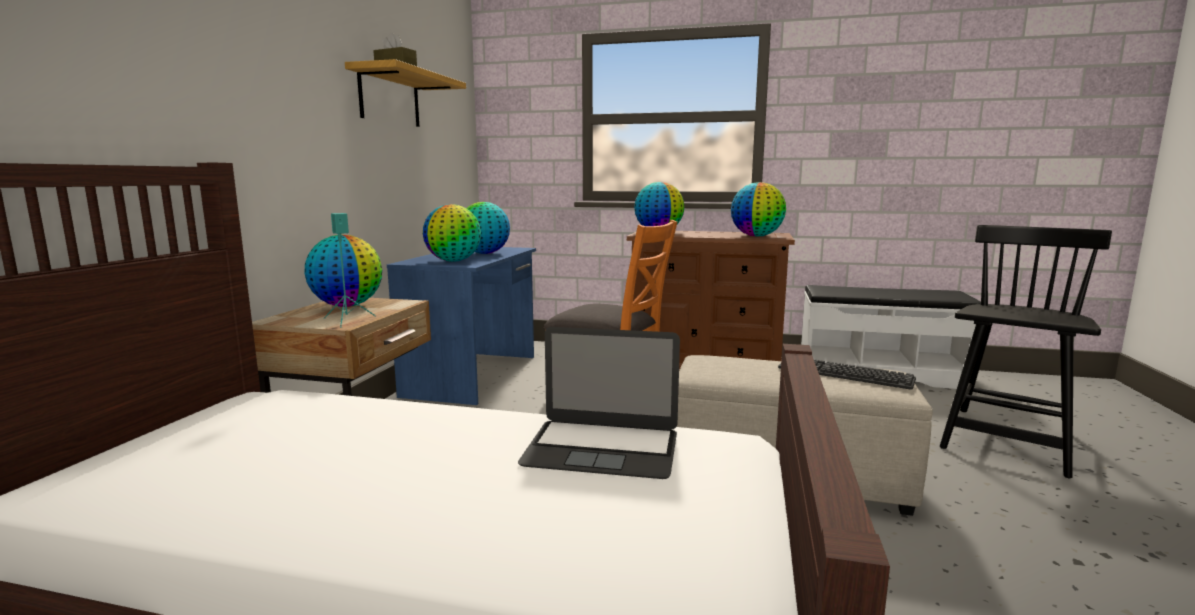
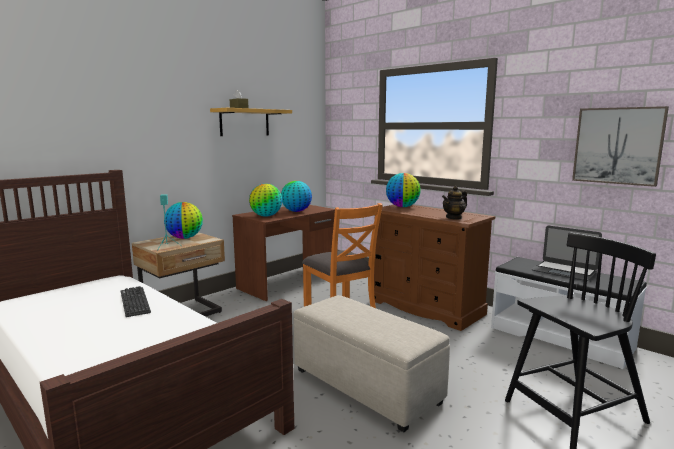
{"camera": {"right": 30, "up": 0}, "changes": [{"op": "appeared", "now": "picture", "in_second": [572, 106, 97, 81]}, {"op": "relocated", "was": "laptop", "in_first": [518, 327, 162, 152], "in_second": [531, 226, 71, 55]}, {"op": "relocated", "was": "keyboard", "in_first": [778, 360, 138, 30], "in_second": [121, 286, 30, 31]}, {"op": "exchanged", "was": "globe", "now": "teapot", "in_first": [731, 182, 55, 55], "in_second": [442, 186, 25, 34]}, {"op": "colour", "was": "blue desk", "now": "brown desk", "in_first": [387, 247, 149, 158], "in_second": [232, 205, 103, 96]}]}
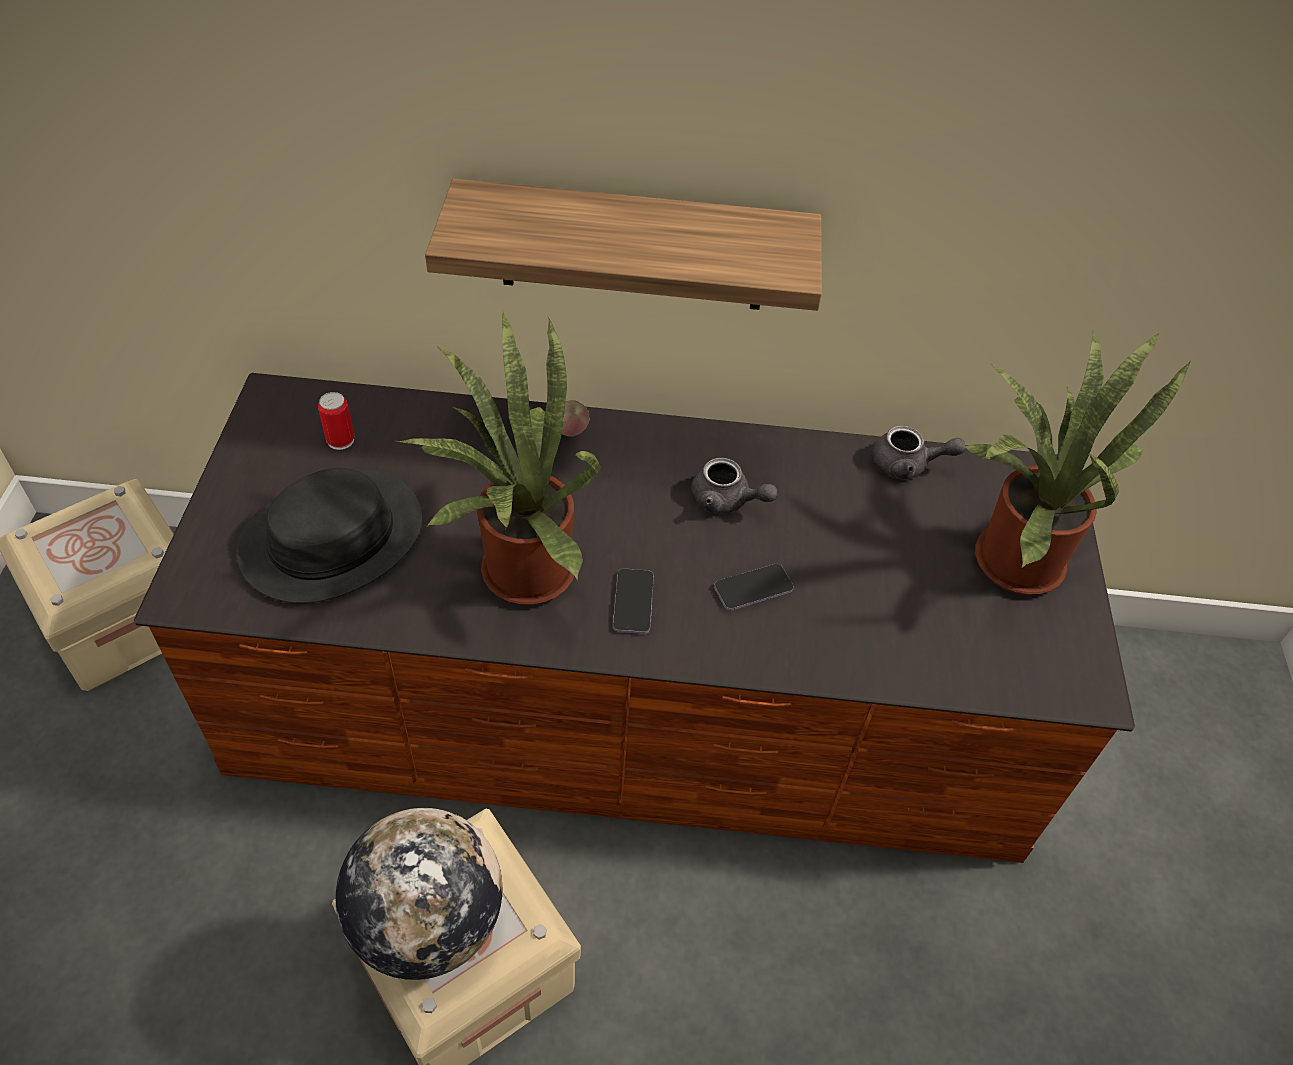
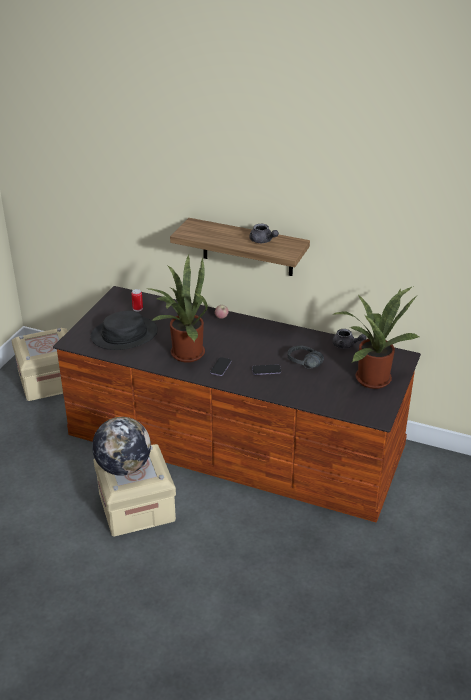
{"camera": {"right": 20, "up": -15}, "changes": [{"op": "appeared", "now": "black headphones", "in_second": [288, 345, 36, 24]}, {"op": "relocated", "was": "grey teapot", "in_first": [691, 458, 87, 55], "in_second": [249, 224, 30, 19]}]}
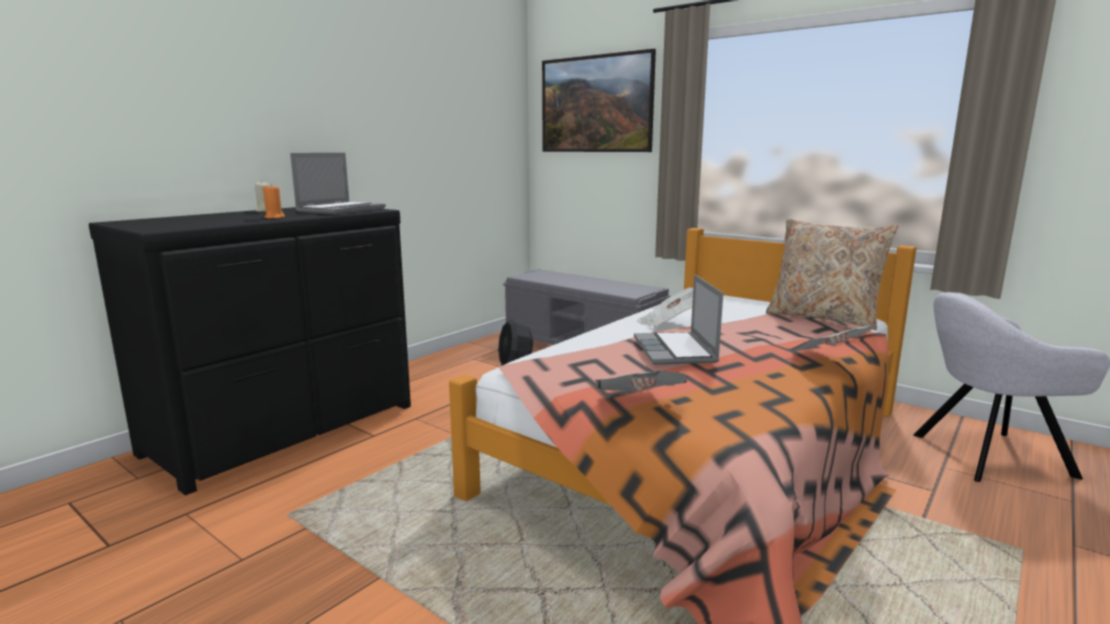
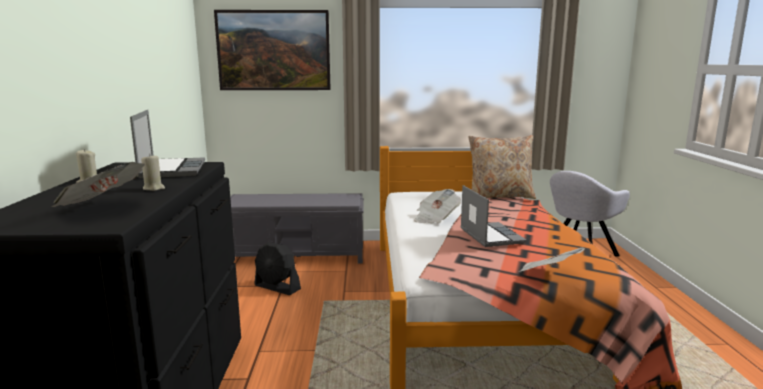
{"camera": {"right": -40, "up": 0}, "changes": [{"op": "relocated", "was": "newspaper", "in_first": [787, 325, 91, 26], "in_second": [51, 162, 94, 45]}, {"op": "colour", "was": "orange candle", "now": "beige candle", "in_first": [263, 185, 22, 34], "in_second": [141, 154, 24, 37]}, {"op": "spun", "was": "laptop", "in_first": [634, 274, 89, 91], "in_second": [460, 185, 67, 62], "clockwise": -150}]}
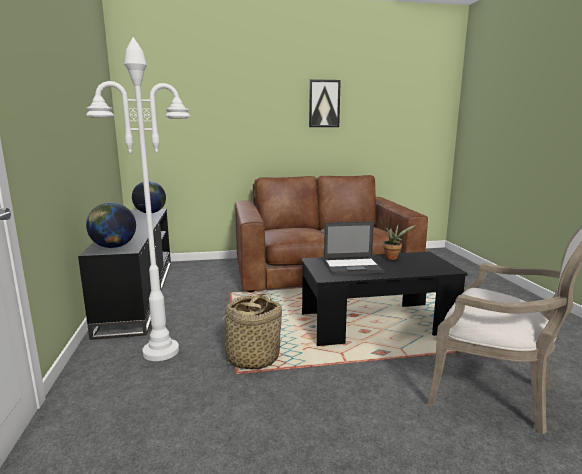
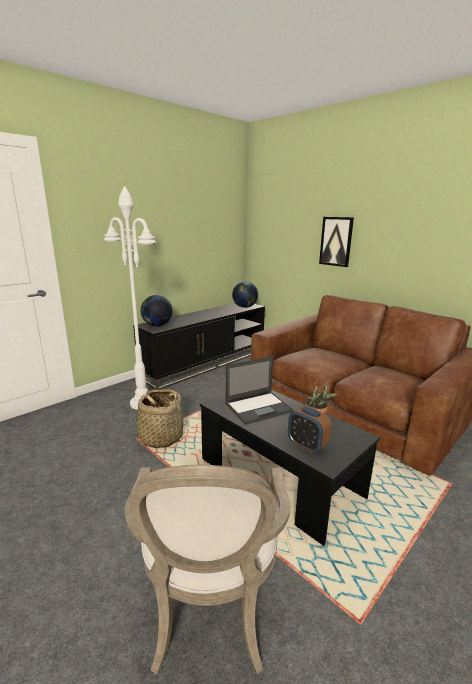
{"camera": {"right": 55, "up": 5}, "changes": [{"op": "appeared", "now": "alarm clock", "in_second": [288, 406, 43, 47]}, {"op": "relocated", "was": "picture", "in_first": [309, 79, 32, 48], "in_second": [319, 217, 35, 50]}, {"op": "spun", "was": "laptop", "in_first": [323, 221, 62, 54], "in_second": [225, 356, 68, 69], "clockwise": -75}]}
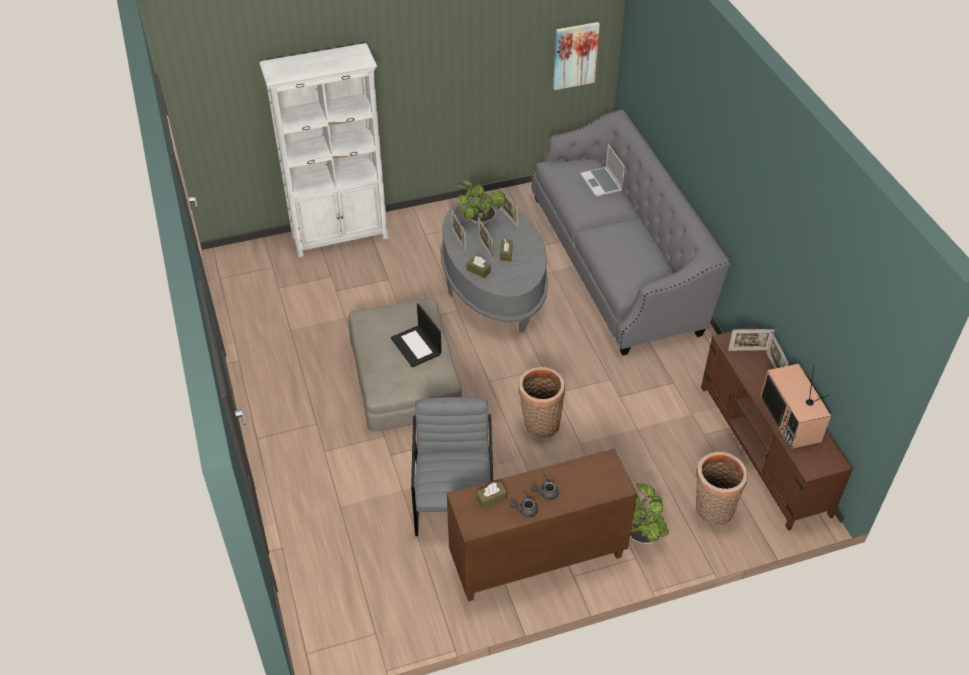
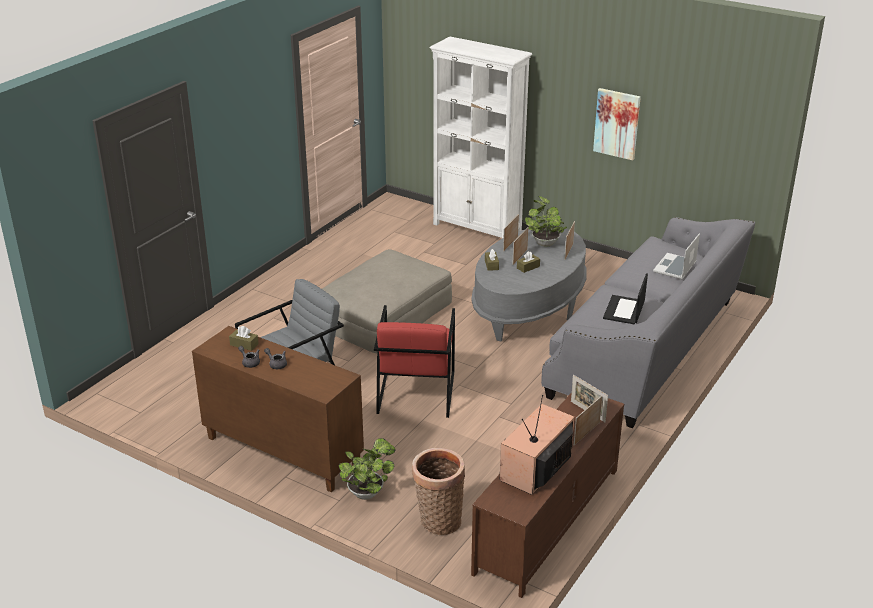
{"camera": {"right": 50, "up": -15}, "changes": [{"op": "relocated", "was": "laptop", "in_first": [391, 303, 51, 64], "in_second": [603, 273, 45, 51]}, {"op": "relocated", "was": "picture", "in_first": [553, 22, 47, 68], "in_second": [593, 88, 48, 72]}, {"op": "exchanged", "was": "basket", "now": "red armchair", "in_first": [519, 367, 46, 71], "in_second": [374, 305, 81, 113]}]}
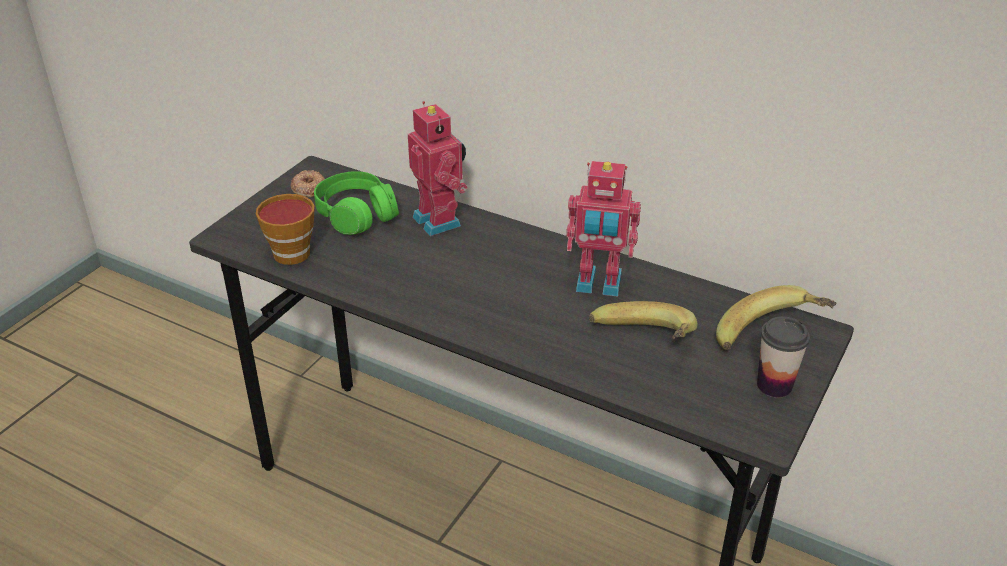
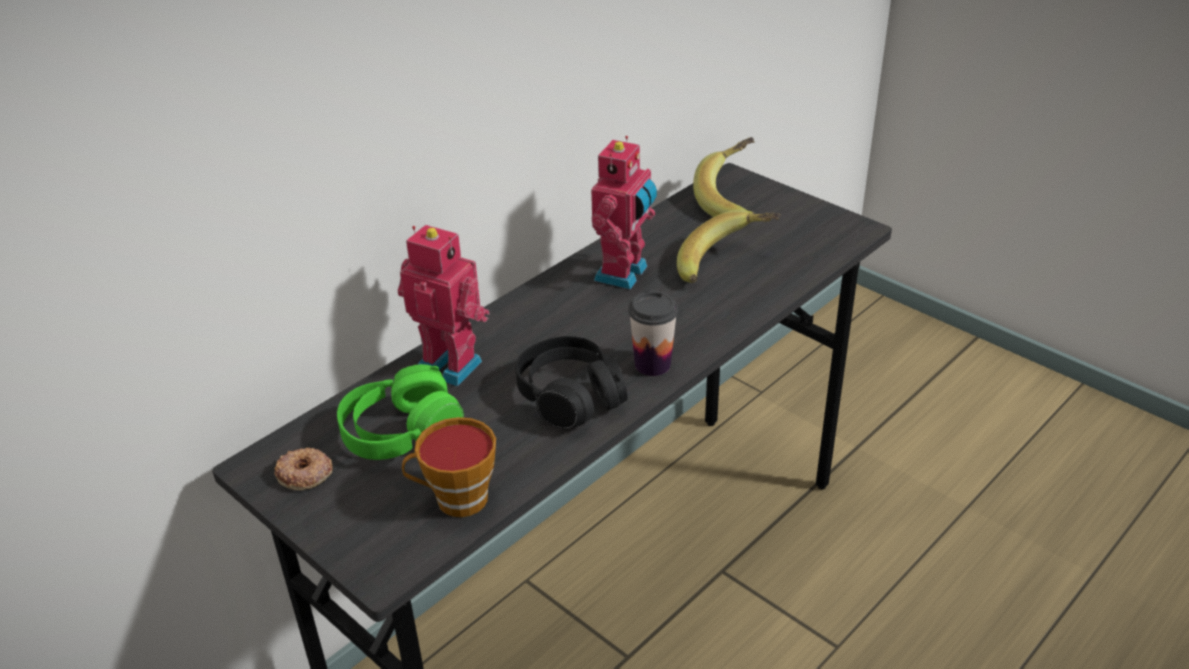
{"camera": {"right": -75, "up": 0}, "changes": [{"op": "appeared", "now": "black headphones", "in_second": [515, 336, 113, 93]}, {"op": "relocated", "was": "cup", "in_first": [757, 316, 53, 81], "in_second": [628, 291, 50, 85]}, {"op": "spun", "was": "toy robot", "in_first": [408, 101, 60, 135], "in_second": [397, 225, 92, 162], "clockwise": 45}]}
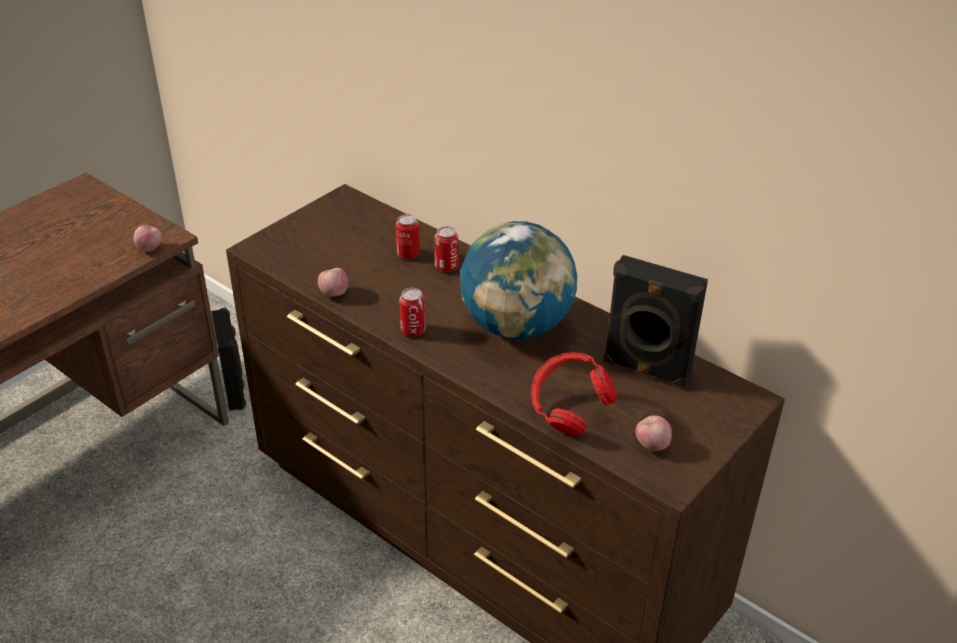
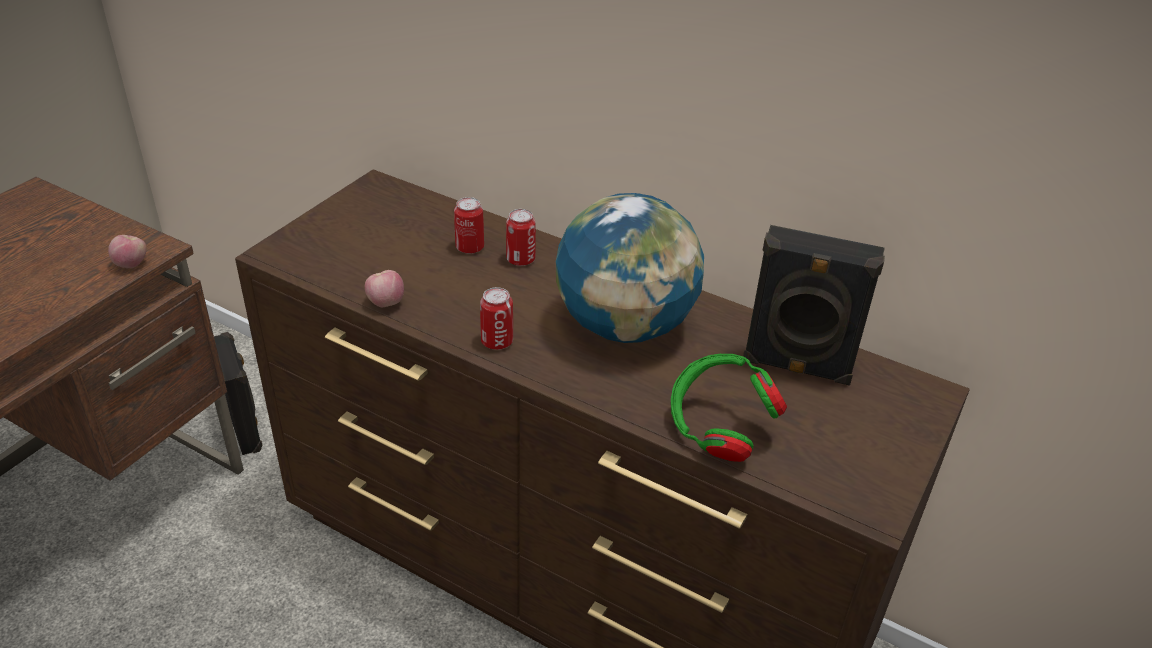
{"camera": {"right": -10, "up": 0}, "changes": [{"op": "missing", "was": "apple", "in_first": [636, 415, 36, 36]}, {"op": "colour", "was": "red headphones", "now": "green headphones", "in_first": [531, 352, 86, 84], "in_second": [671, 354, 116, 108]}]}
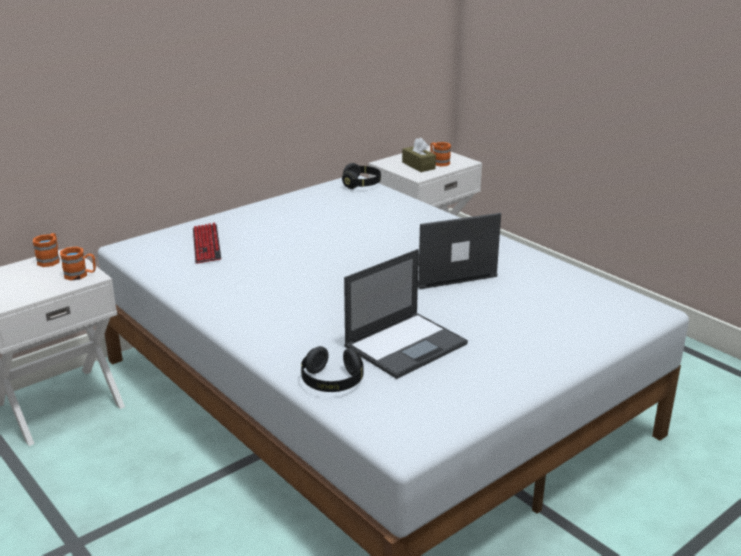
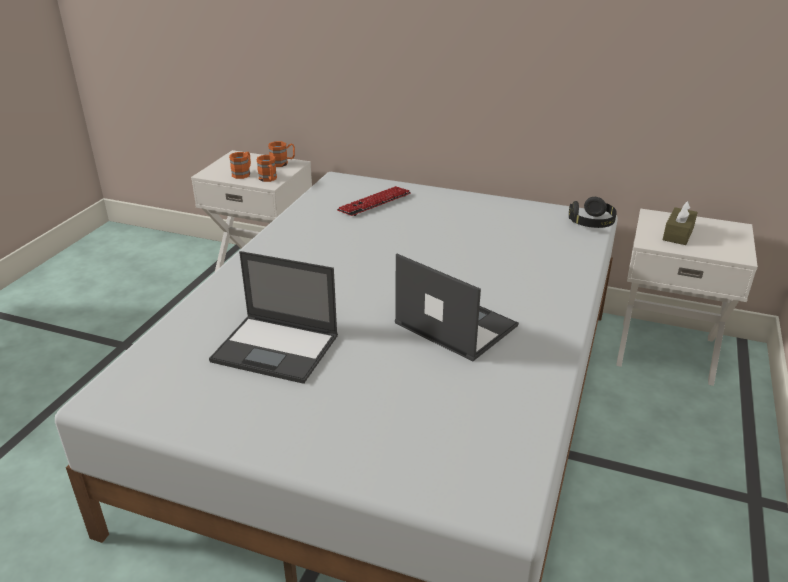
{"camera": {"right": 60, "up": 5}, "changes": [{"op": "missing", "was": "black headphones", "in_first": [301, 346, 62, 46]}, {"op": "relocated", "was": "orange mug", "in_first": [430, 142, 21, 25], "in_second": [229, 152, 22, 27]}]}
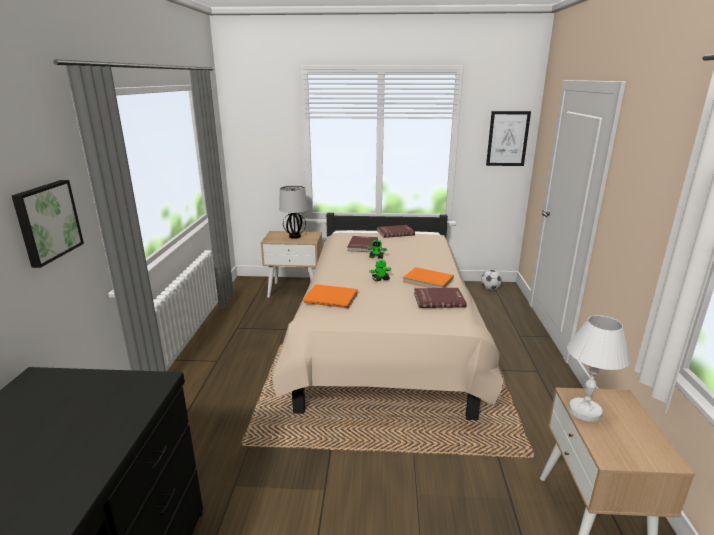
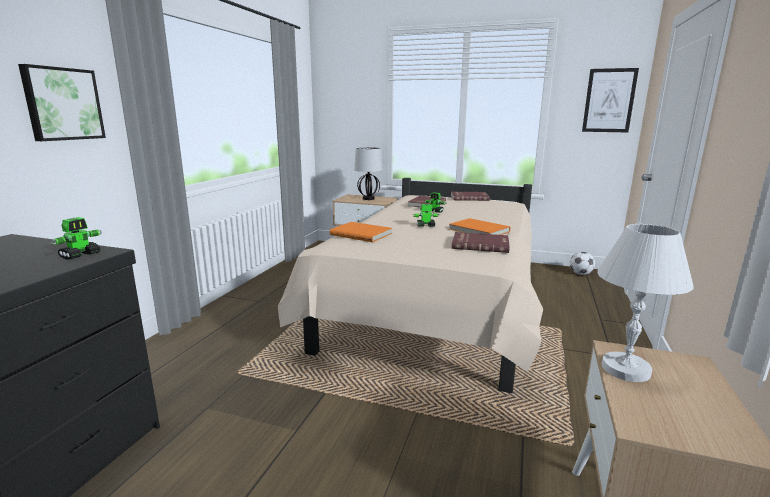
{"camera": {"right": 15, "up": -5}, "changes": [{"op": "appeared", "now": "toy robot", "in_second": [51, 217, 51, 43]}]}
